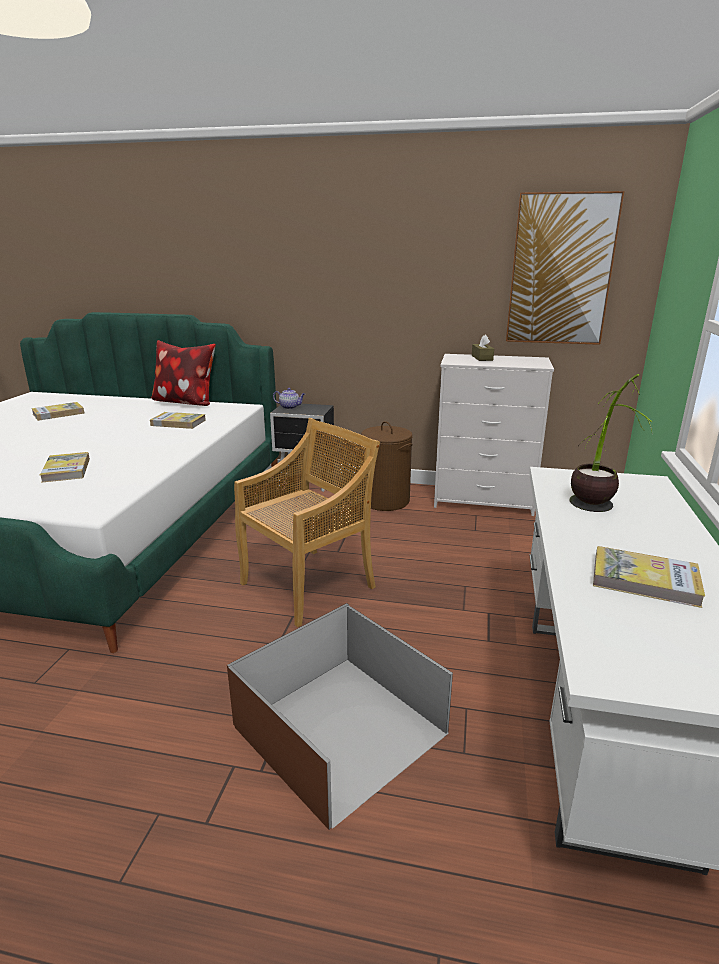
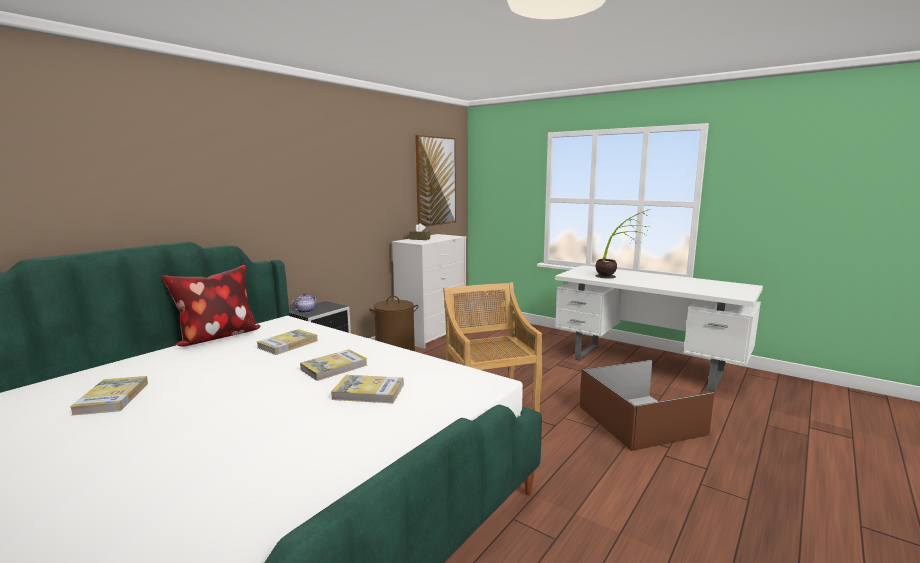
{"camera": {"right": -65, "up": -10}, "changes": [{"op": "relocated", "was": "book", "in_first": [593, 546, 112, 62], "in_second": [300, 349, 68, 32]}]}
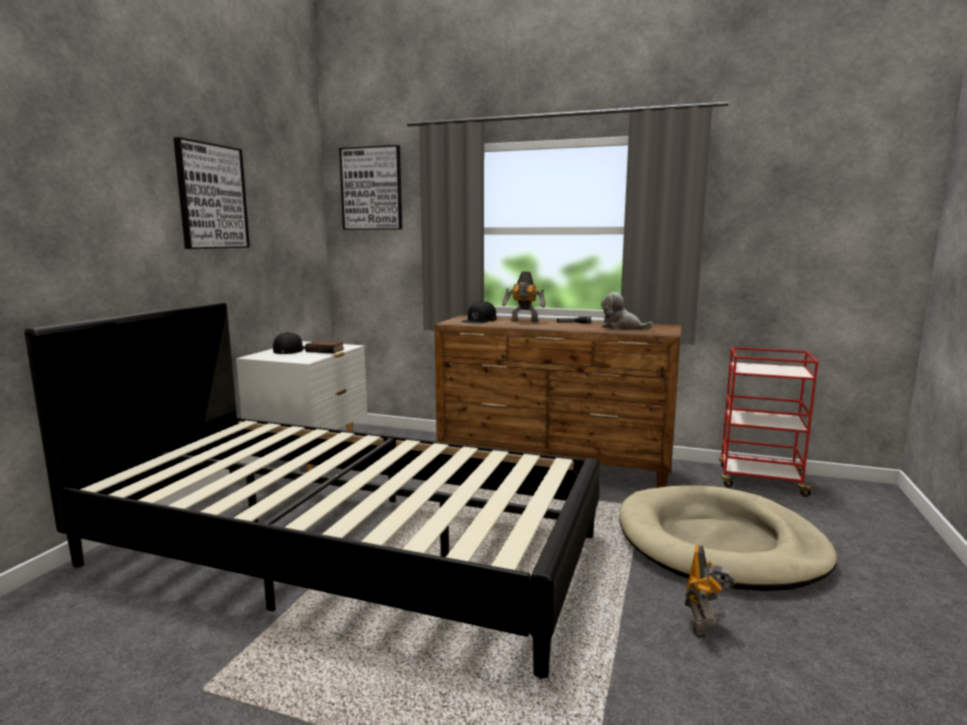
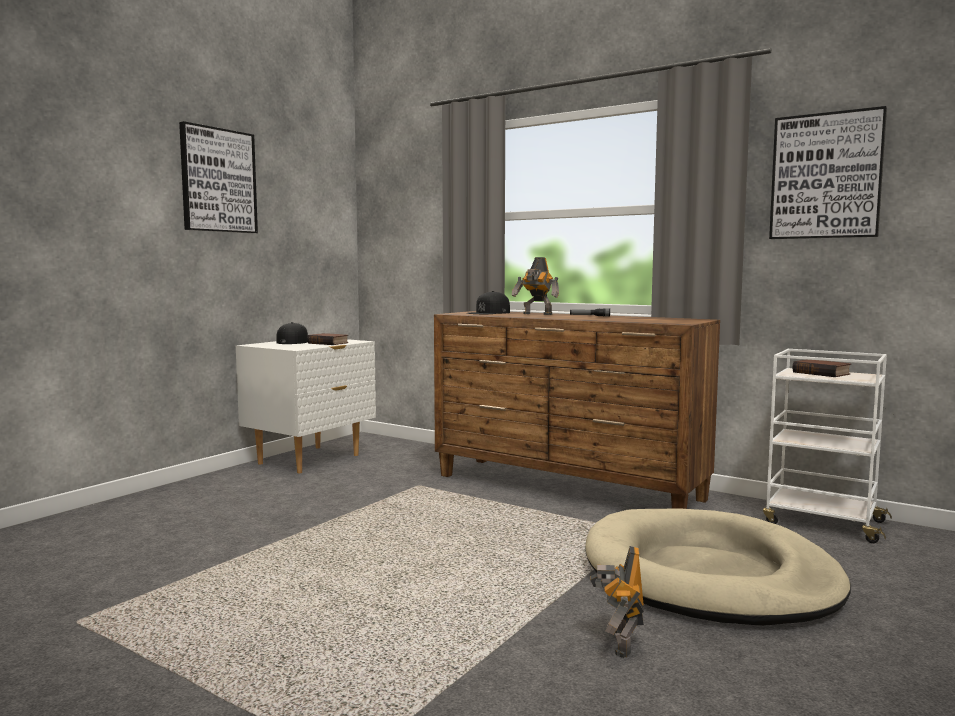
{"camera": {"right": 15, "up": -5}, "changes": [{"op": "missing", "was": "black bed", "in_first": [24, 302, 576, 376]}, {"op": "missing", "was": "plush toy", "in_first": [601, 292, 52, 38]}, {"op": "appeared", "now": "book", "in_second": [793, 360, 58, 17]}, {"op": "relocated", "was": "picture", "in_first": [339, 145, 63, 85], "in_second": [769, 106, 118, 133]}, {"op": "colour", "was": "red cart", "now": "white cart", "in_first": [719, 347, 99, 150], "in_second": [763, 349, 129, 194]}, {"op": "spun", "was": "toy robot", "in_first": [684, 546, 51, 92], "in_second": [590, 546, 54, 112], "clockwise": 150}]}
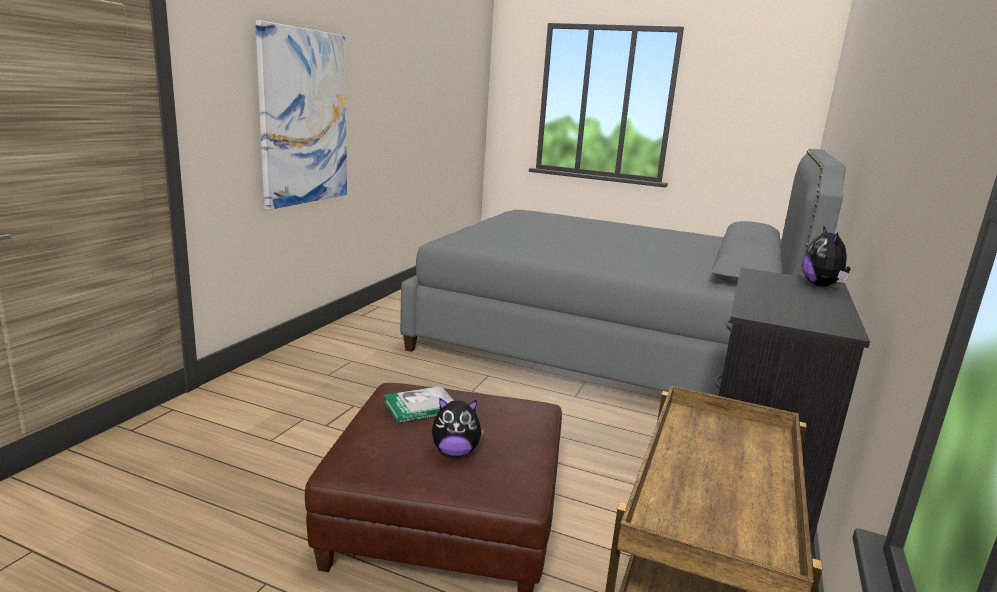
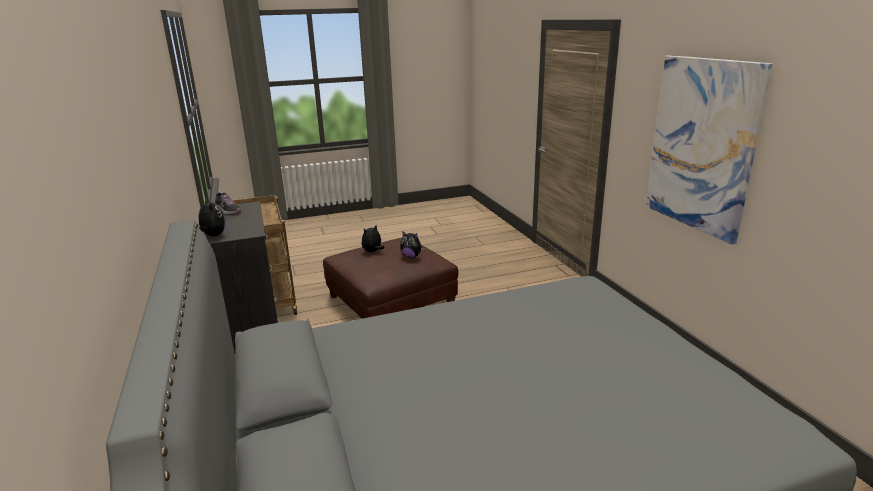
{"camera": {"right": 140, "up": 5}, "changes": [{"op": "appeared", "now": "shoe", "in_second": [215, 191, 27, 23]}, {"op": "exchanged", "was": "book", "now": "plush toy", "in_first": [384, 386, 70, 37], "in_second": [400, 231, 25, 27]}]}
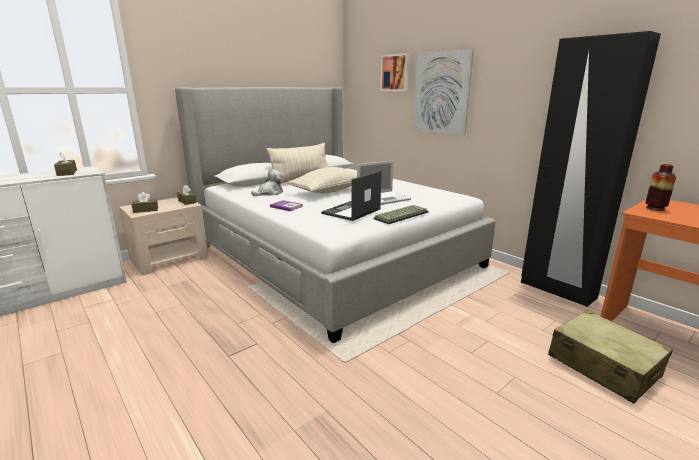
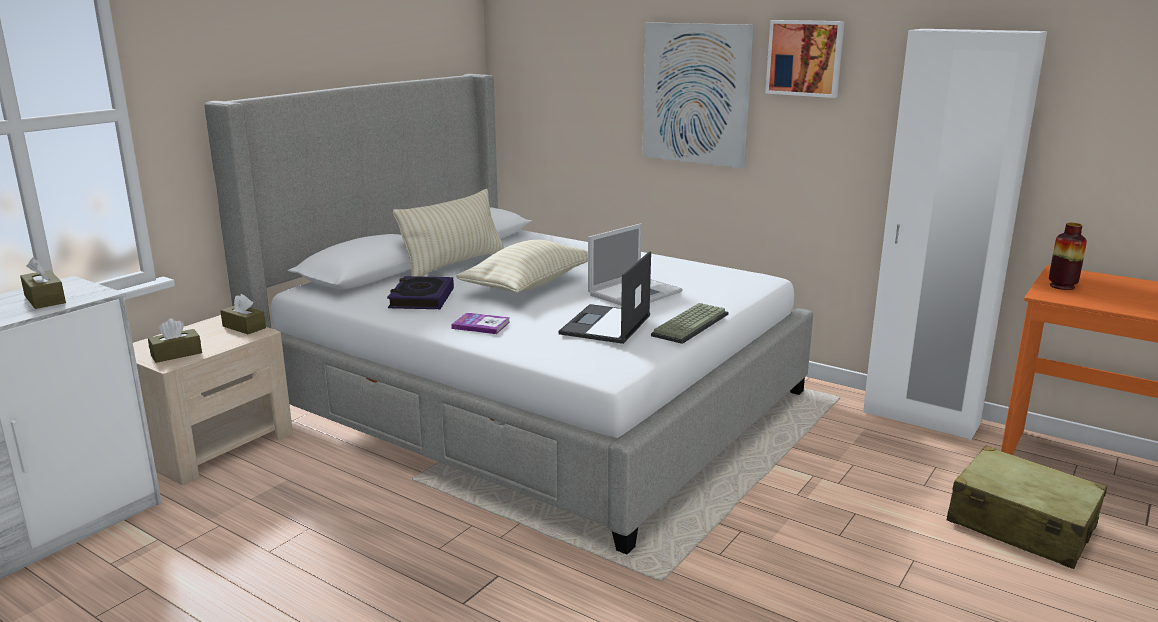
{"camera": {"right": -15, "up": 0}, "changes": [{"op": "relocated", "was": "picture", "in_first": [380, 53, 30, 38], "in_second": [765, 20, 79, 78]}, {"op": "exchanged", "was": "plush toy", "now": "book", "in_first": [251, 169, 32, 27], "in_second": [387, 276, 67, 33]}, {"op": "colour", "was": "black wardrobe", "now": "white wardrobe", "in_first": [521, 31, 140, 276], "in_second": [863, 29, 184, 411]}]}
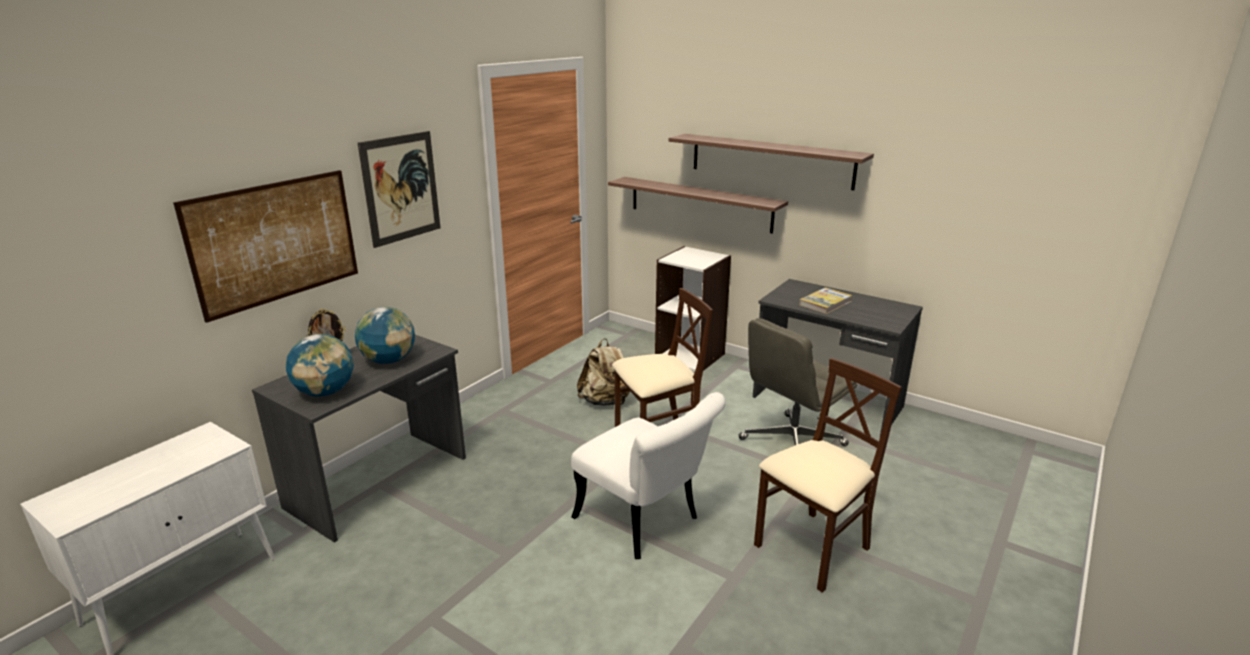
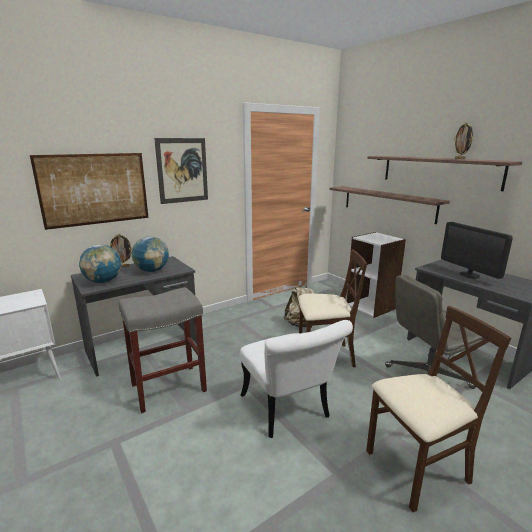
{"camera": {"right": 20, "up": -5}, "changes": [{"op": "appeared", "now": "grey stool", "in_second": [119, 287, 88, 126]}, {"op": "appeared", "now": "picture frame", "in_second": [454, 122, 19, 37]}, {"op": "exchanged", "was": "book", "now": "monitor", "in_first": [799, 287, 53, 27], "in_second": [441, 222, 72, 57]}]}
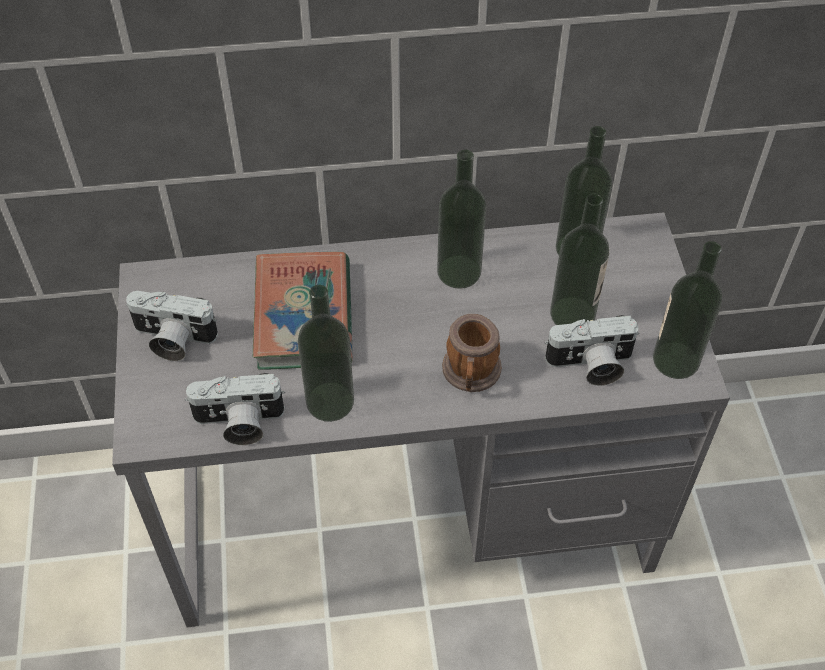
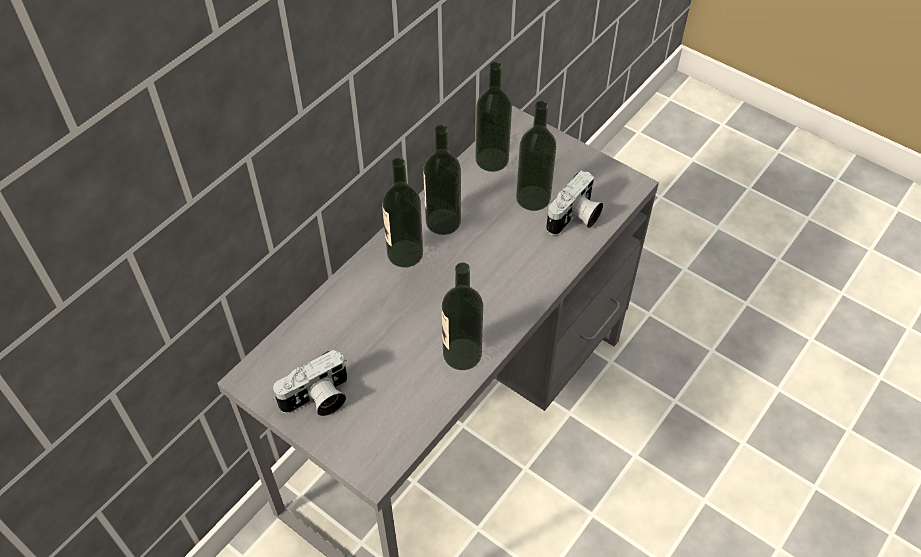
{"camera": {"right": -45, "up": 0}, "changes": [{"op": "missing", "was": "photo camera", "in_first": [185, 373, 100, 72]}, {"op": "missing", "was": "book", "in_first": [253, 252, 100, 118]}, {"op": "missing", "was": "mug", "in_first": [442, 314, 60, 78]}, {"op": "relocated", "was": "bottle", "in_first": [653, 241, 69, 138], "in_second": [382, 158, 41, 109]}]}
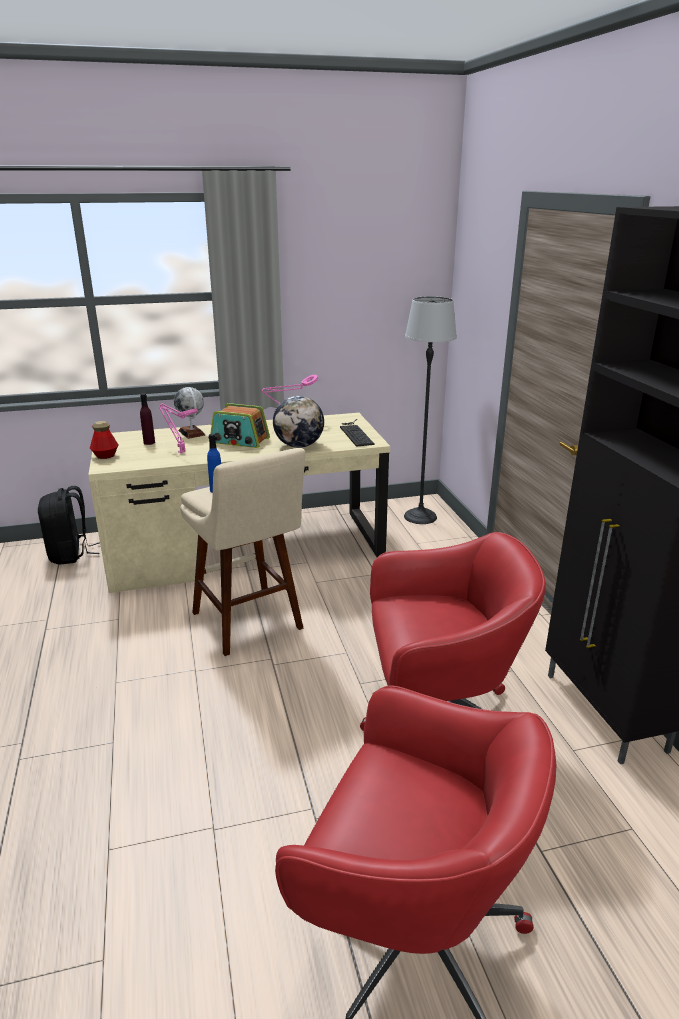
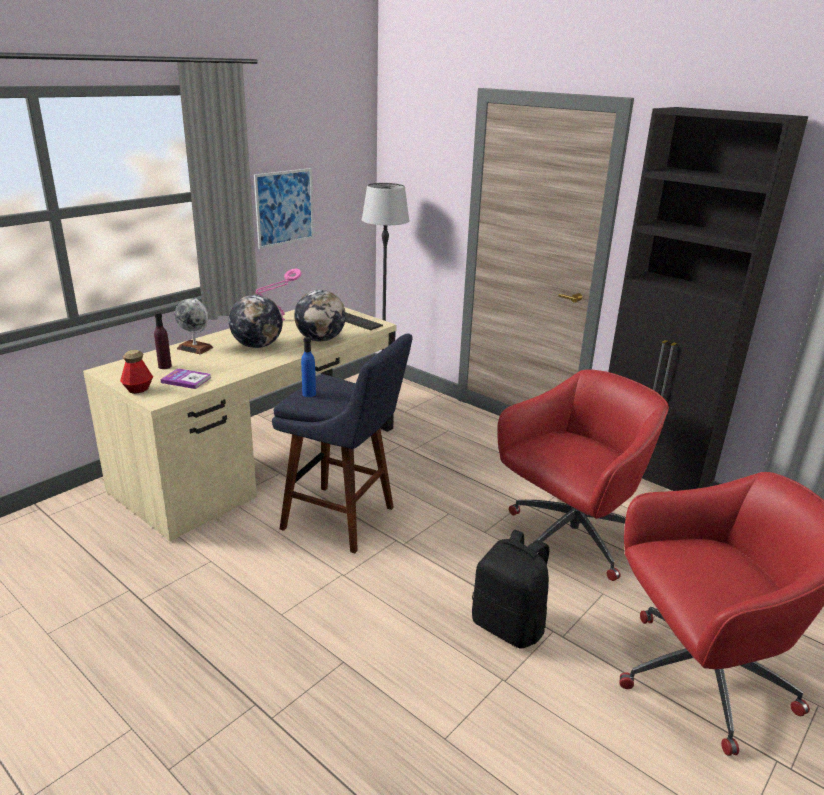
{"camera": {"right": -35, "up": 0}, "changes": [{"op": "missing", "was": "pink table lamp", "in_first": [159, 403, 39, 50]}, {"op": "appeared", "now": "book", "in_second": [160, 368, 51, 21]}, {"op": "appeared", "now": "picture", "in_second": [254, 168, 60, 81]}, {"op": "relocated", "was": "black backpack", "in_first": [38, 486, 62, 79], "in_second": [472, 530, 78, 119]}, {"op": "exchanged", "was": "radio", "now": "globe", "in_first": [210, 403, 60, 45], "in_second": [229, 295, 54, 53]}, {"op": "colour", "was": "beige stool", "now": "blue stool", "in_first": [180, 448, 125, 208], "in_second": [272, 334, 141, 219]}]}
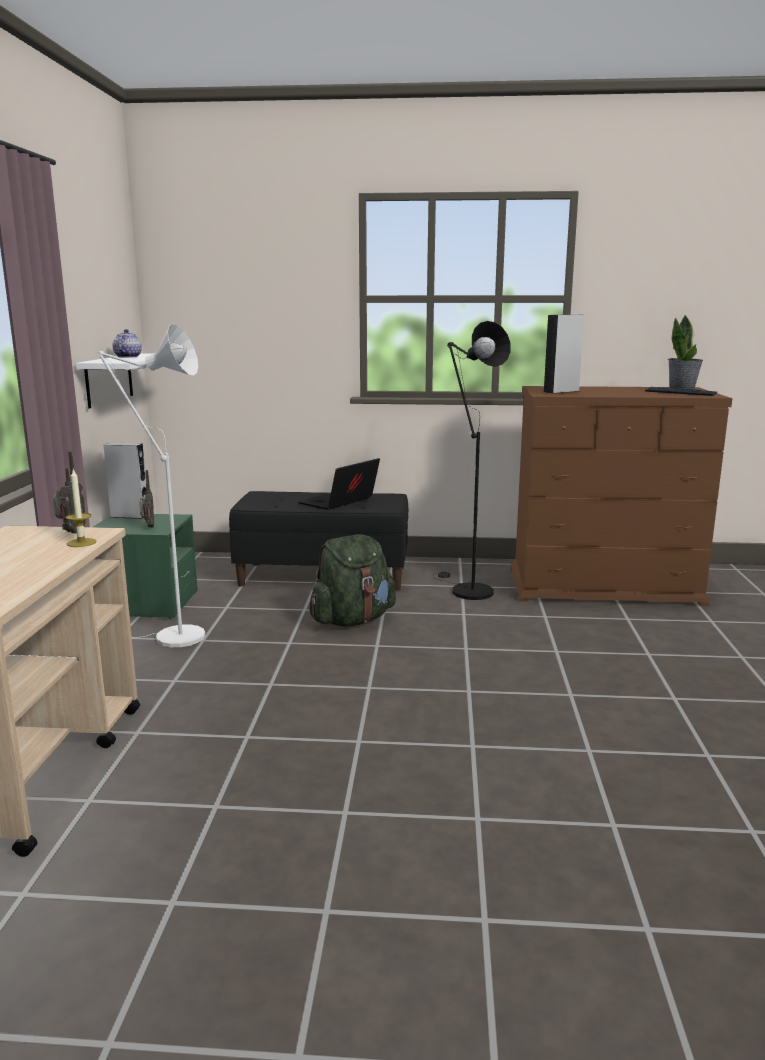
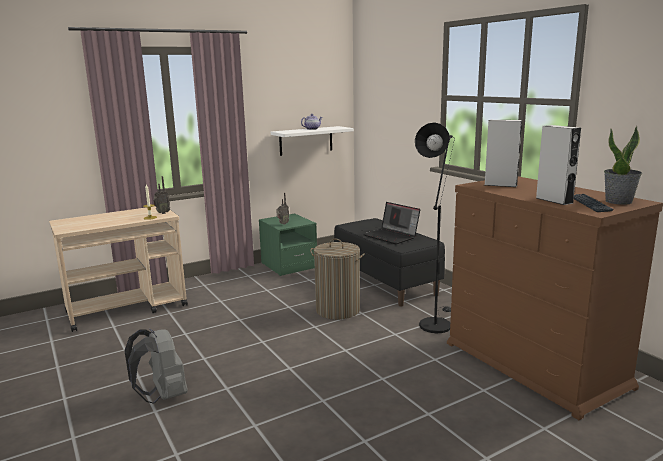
{"camera": {"right": 55, "up": 0}, "changes": [{"op": "missing", "was": "white floor lamp", "in_first": [97, 324, 108, 323]}, {"op": "appeared", "now": "grey backpack", "in_second": [124, 328, 64, 76]}, {"op": "relocated", "was": "grey speaker", "in_first": [104, 443, 43, 76], "in_second": [536, 125, 45, 80]}, {"op": "exchanged", "was": "green backpack", "now": "laundry basket", "in_first": [309, 535, 87, 92], "in_second": [310, 238, 55, 82]}, {"op": "spun", "was": "laptop", "in_first": [298, 458, 82, 52], "in_second": [363, 202, 57, 42], "clockwise": -135}]}
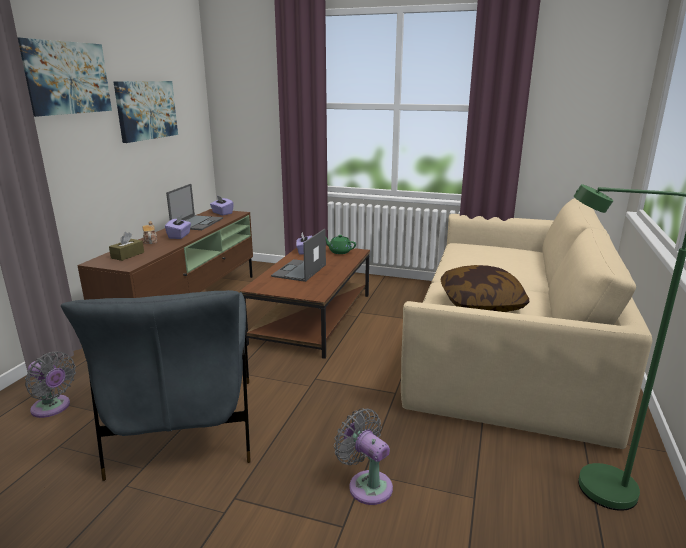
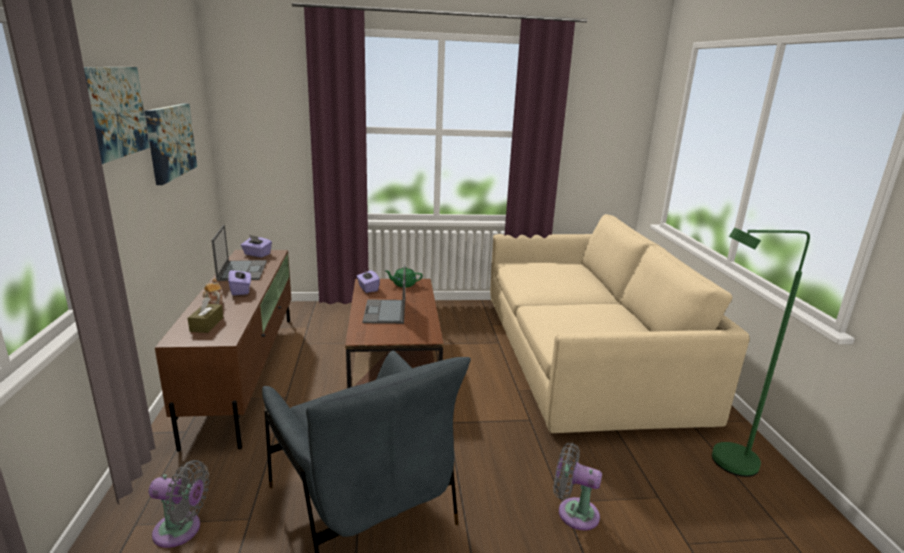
{"camera": {"right": -25, "up": 0}, "changes": [{"op": "missing", "was": "pillow", "in_first": [441, 265, 88, 47]}]}
